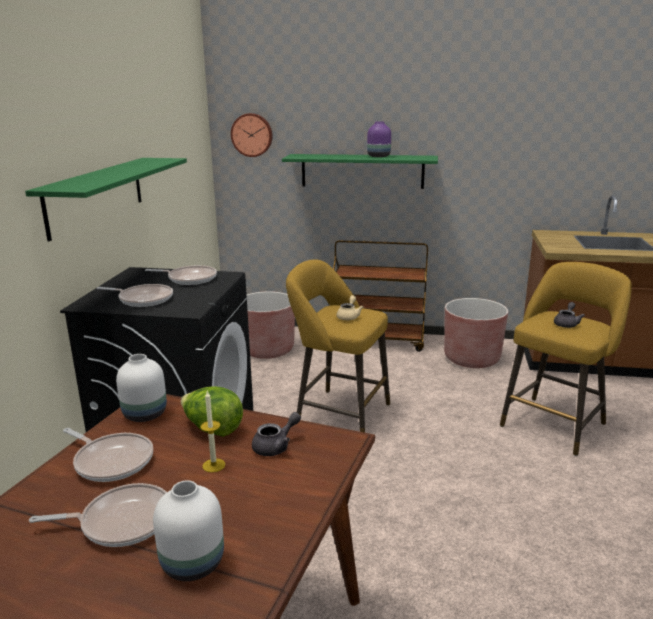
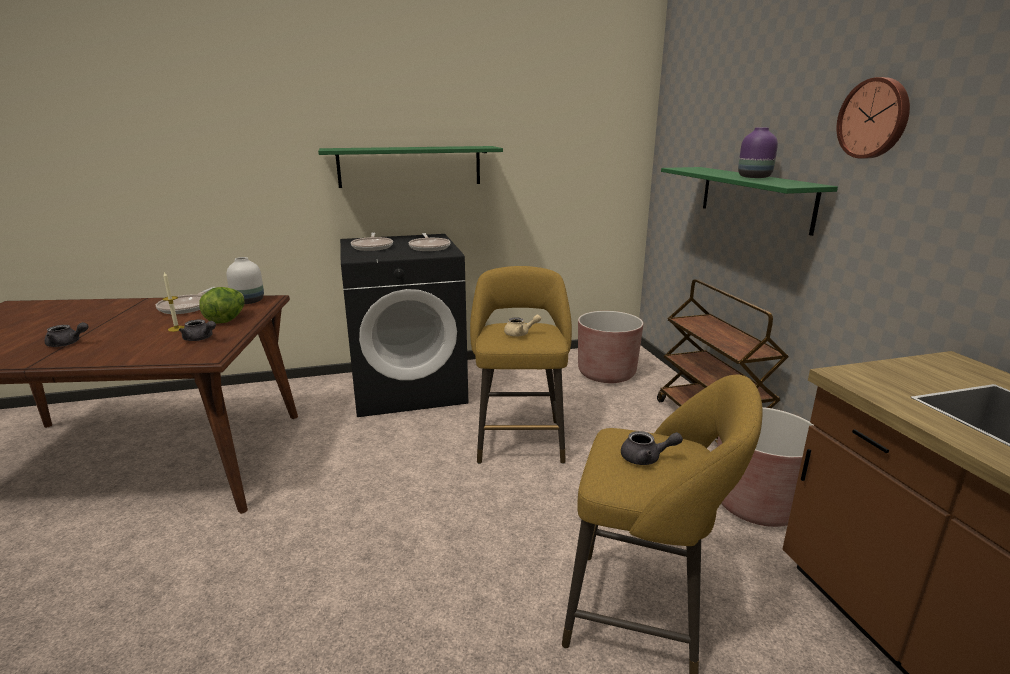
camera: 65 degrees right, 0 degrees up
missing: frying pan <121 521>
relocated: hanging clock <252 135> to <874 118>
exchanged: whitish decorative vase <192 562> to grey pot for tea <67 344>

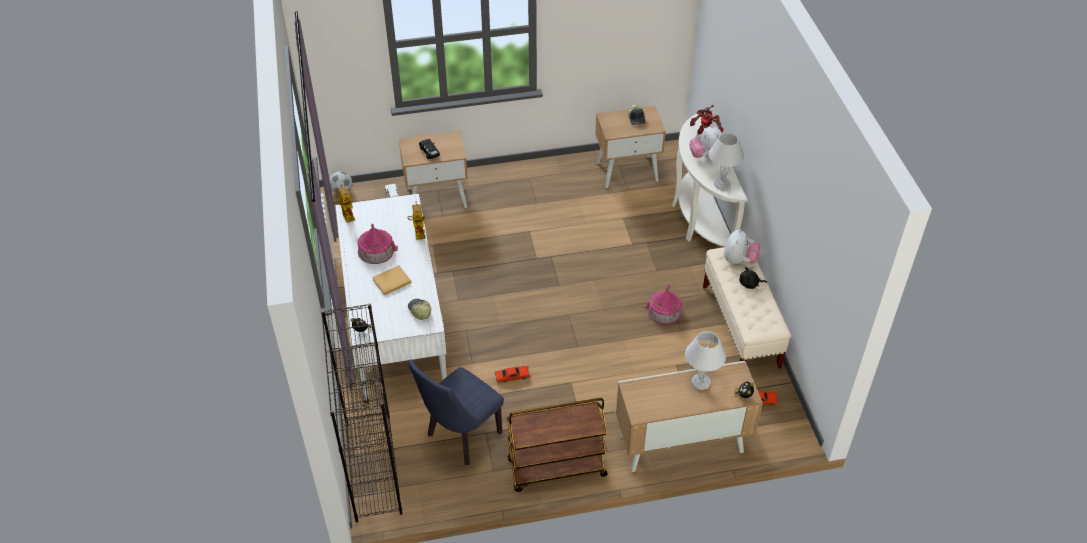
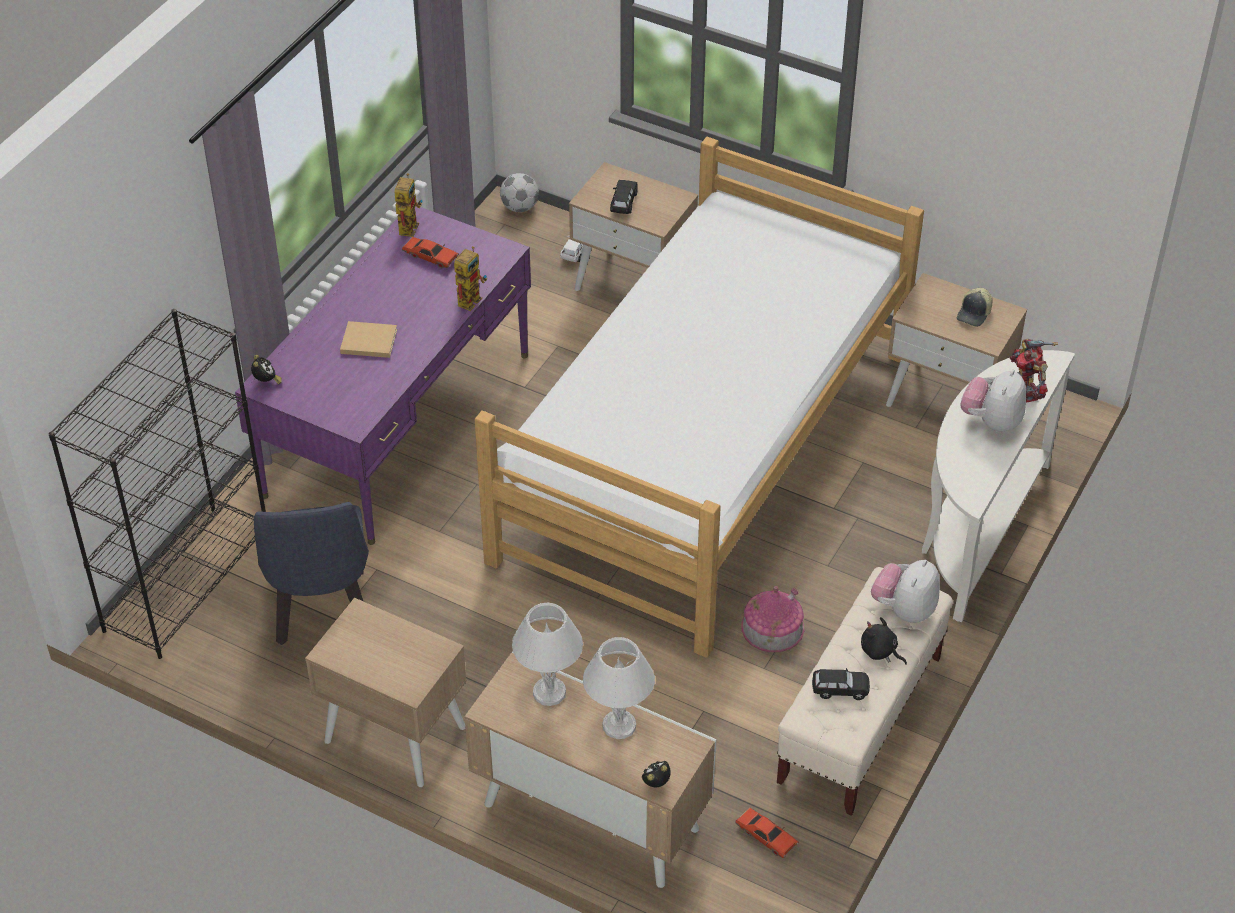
camera: 40 degrees right, 0 degrees up
missing: toy house <376 250>; peaked cap <419 311>
appeared: bed <705 455>; black miniature car <840 689>
relocated: red miniature car <512 376> to <430 257>; whitish lamp for a table <721 183> to <549 691>
exchanged: brown-coloured cart <556 469> to beige-coloured nightstand <394 734>
colour: whitish desk <396 326> to purple desk <398 424>
spun: blue-coloured plain chair <460 438> = <323 615> 90 degrees counterclockwise; plush toy <739 260> = <904 609> 150 degrees clockwise

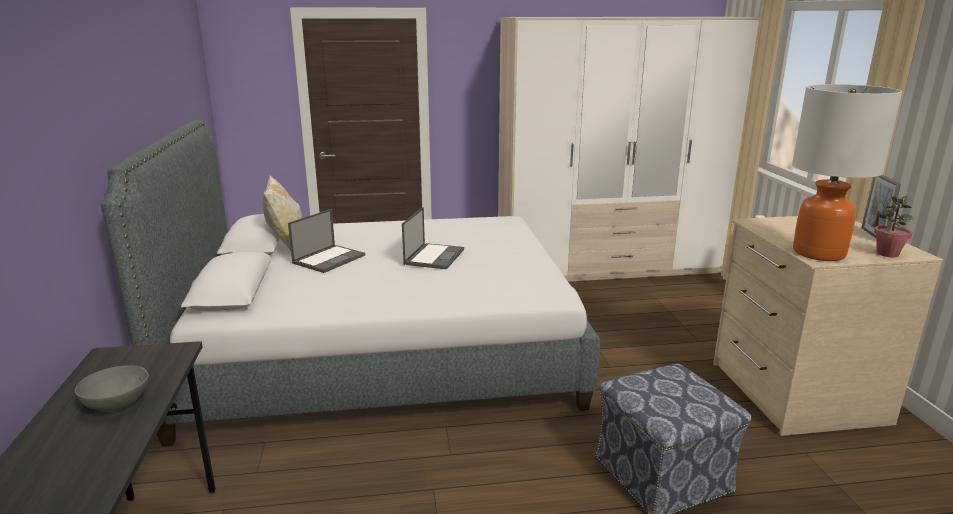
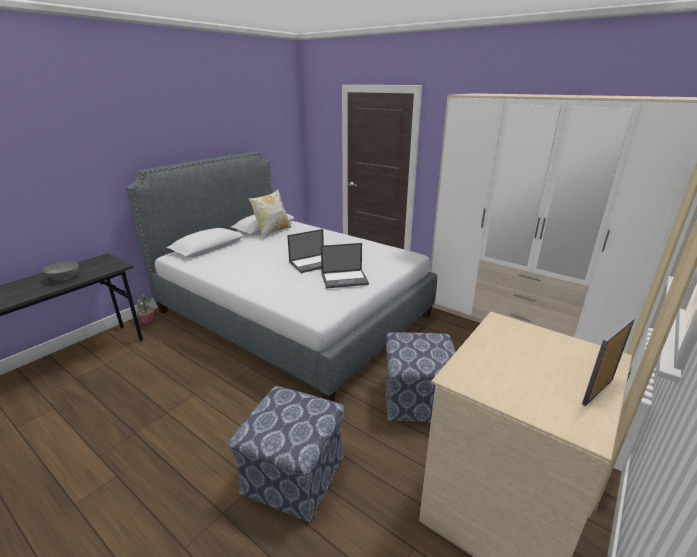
camera: 45 degrees right, 5 degrees up
missing: lamp for a table <818 253>
appeared: footrest <417 400>
relocated: portable computer <329 259> to <345 279>; houseplant <887 254> to <148 322>

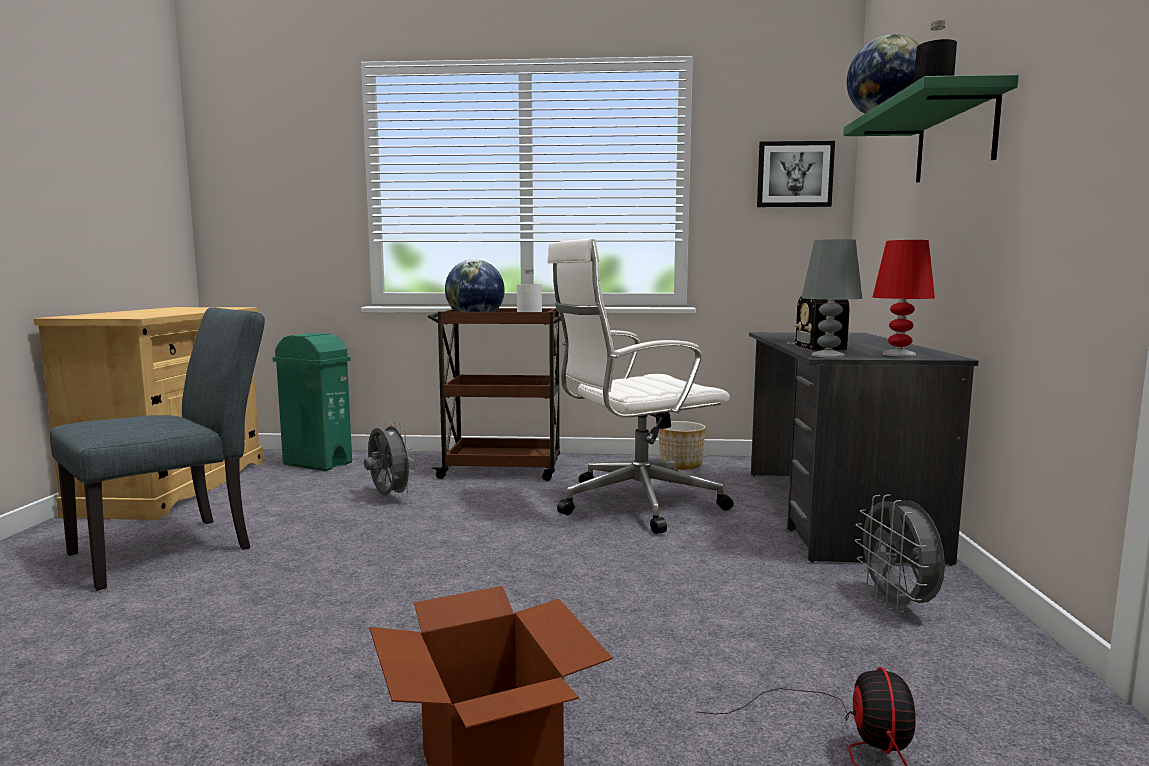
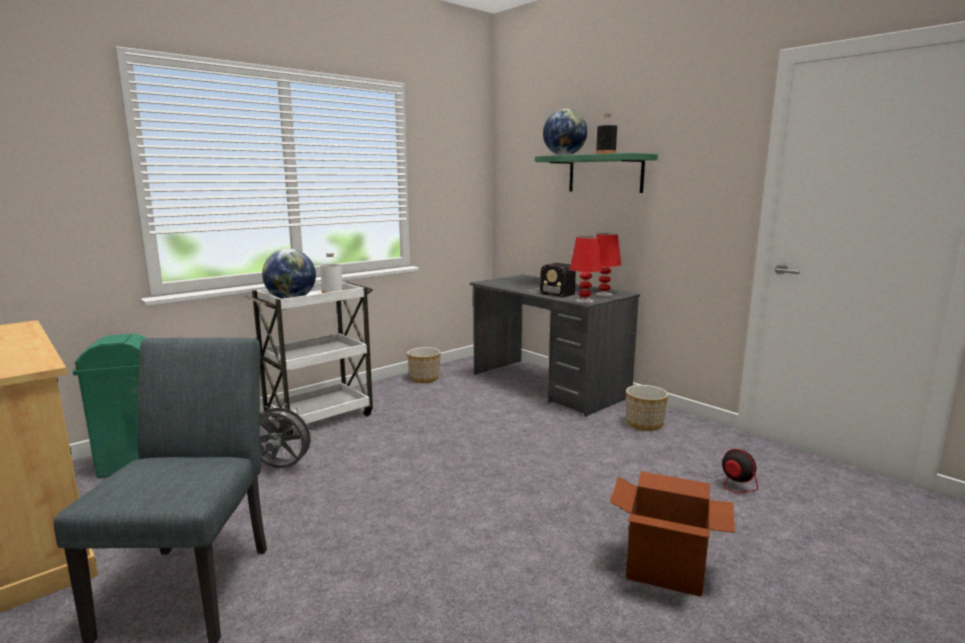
camera: 45 degrees left, 5 degrees up
missing: whitish desk chair <634 503>; wall picture <794 174>
exchanged: grey cooling fan <898 605> to planter <645 424>
colour: brown-coloured cart <504 469> to whitish cart <319 417>; grey lamp for a table <828 355> to red lamp for a table <584 301>

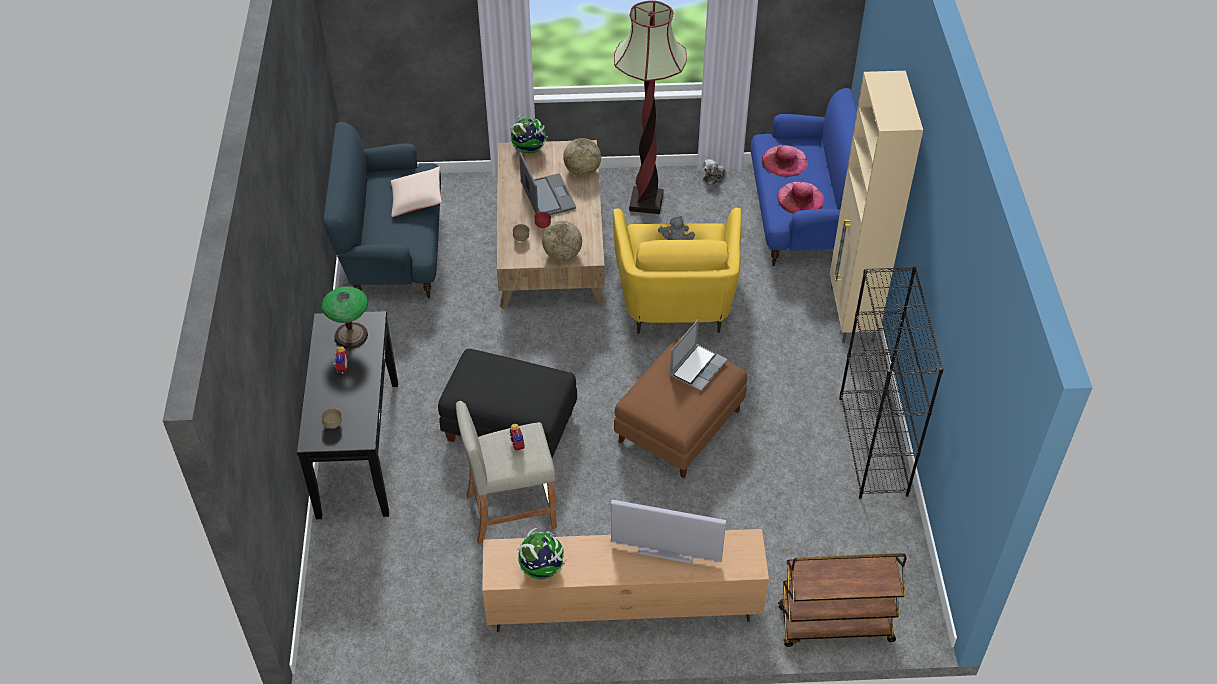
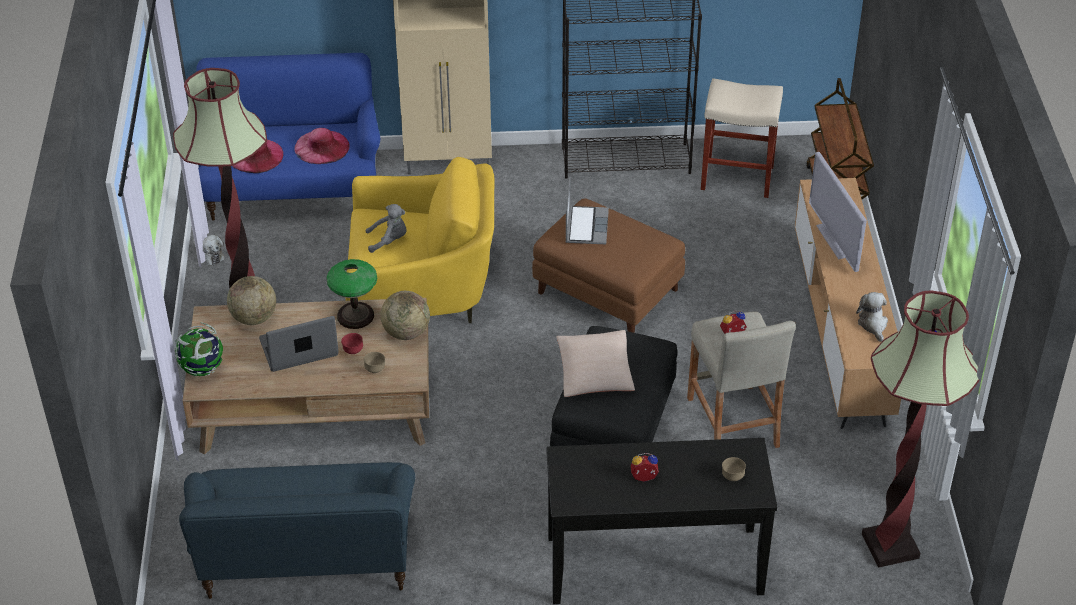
camera: 90 degrees left, 5 degrees down
appeared: beige-coloured stool seat <736 178>; standard lamp <890 546>
relocated: lamp for a table <351 335> to <355 316>; beige-coloured pillow <417 199> to <594 373>
exchanged: world globe <542 568> to plush toy <873 324>
spun: TV set <666 550> = <836 240> 150 degrees clockwise; portable computer <697 367> = <586 226> 60 degrees clockwise

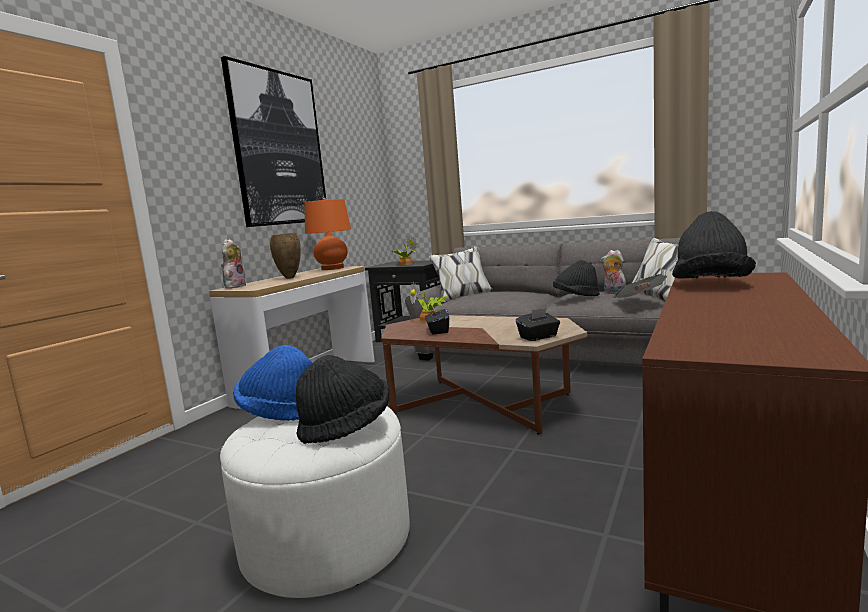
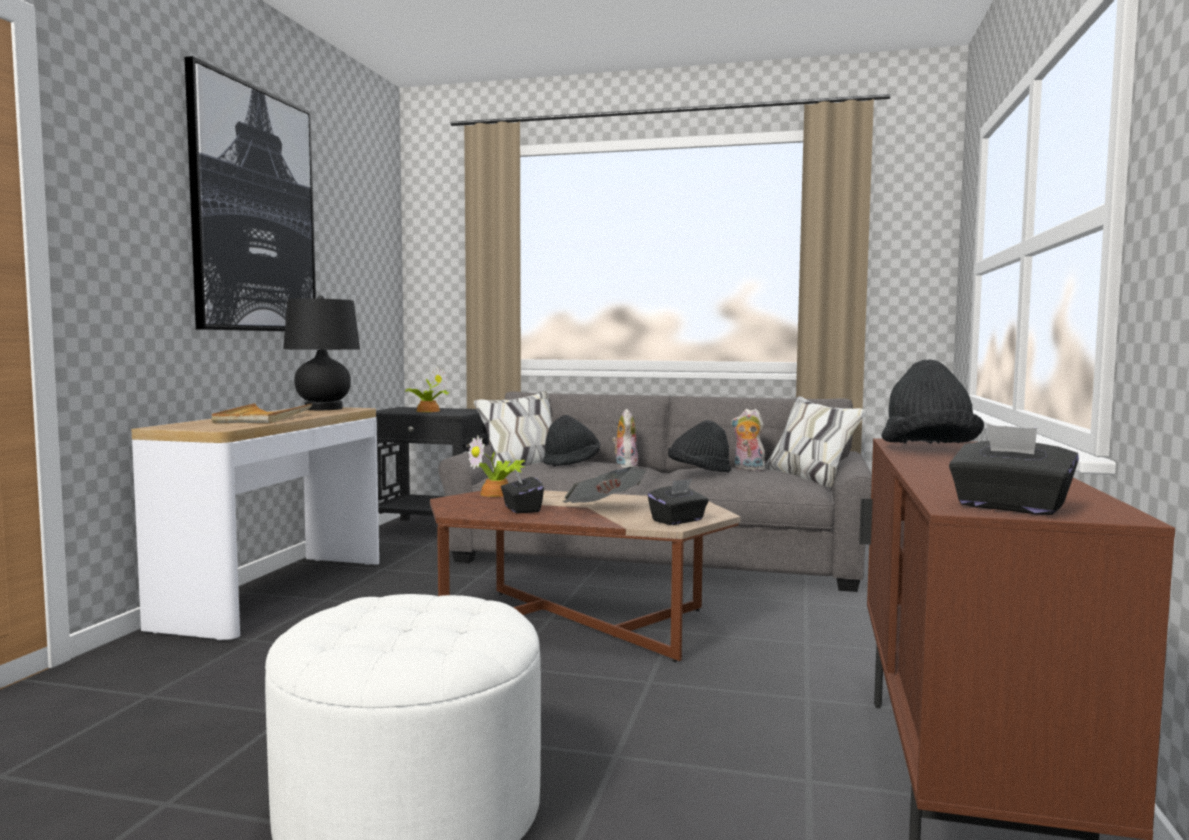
camera: 15 degrees left, 5 degrees down
missing: blue-coloured clothing hat <282 412>
appeared: black box of tissues <1009 507>
relocated: plush toy <234 286> to <624 467>; black clothing hat <346 427> to <571 463>; printed paper <639 300> to <603 509>
exchanged: brown-coloured decorative vase <289 278> to beige-coloured serving tray <263 418>
colour: orange lamp for a table <332 268> to black lamp for a table <323 409>

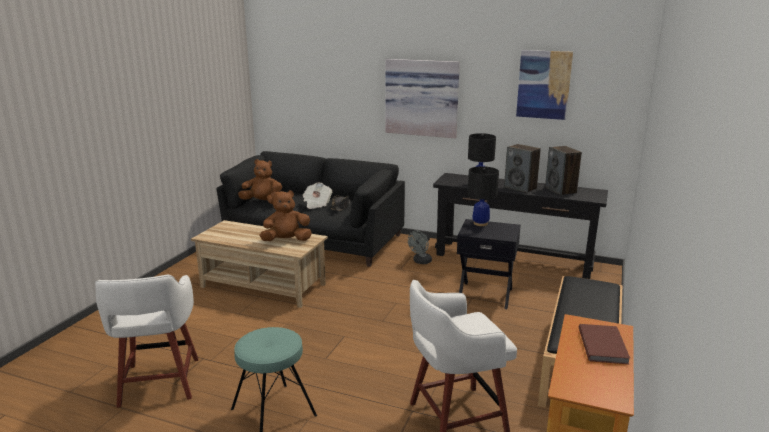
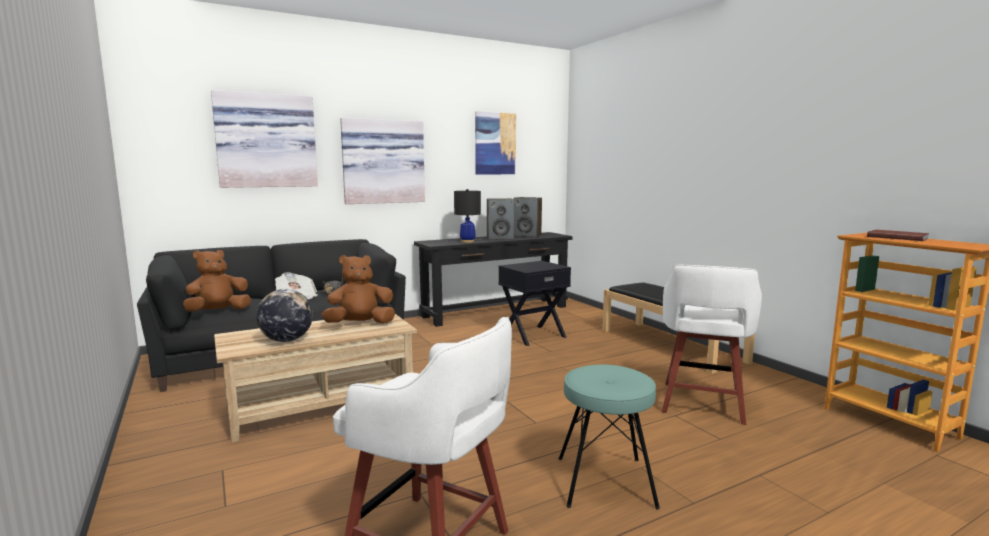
camera: 50 degrees left, 10 degrees down
missing: grey cooling fan <420 262>; black lamp for a table <480 223>
appeared: wall picture <266 141>; world globe <286 340>
spun: brown-coloured plush toy <286 241> = <360 324> 45 degrees clockwise

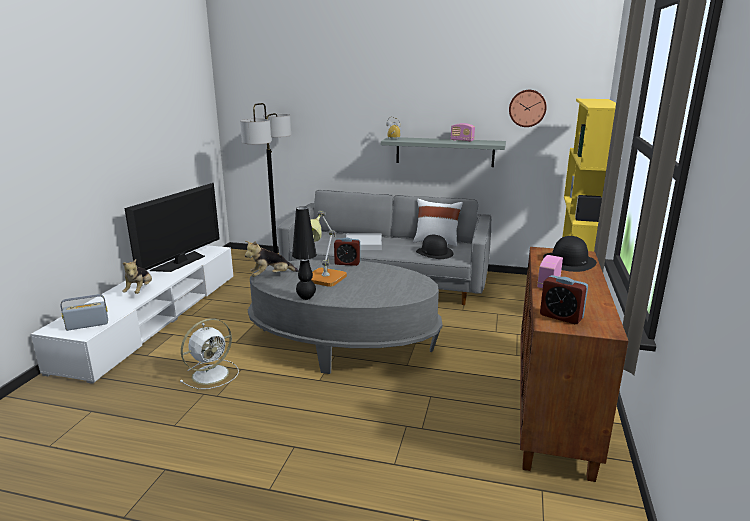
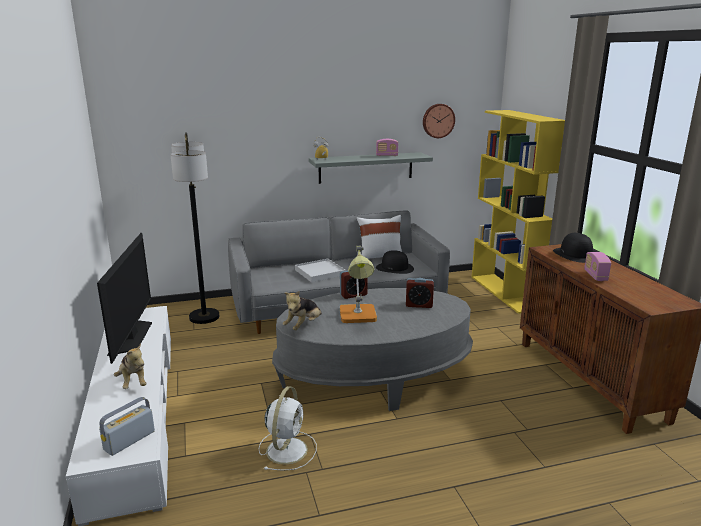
camera: 30 degrees left, 0 degrees up
missing: black lamp for a table <306 298>
relocated: bedside clock <561 317> to <419 305>

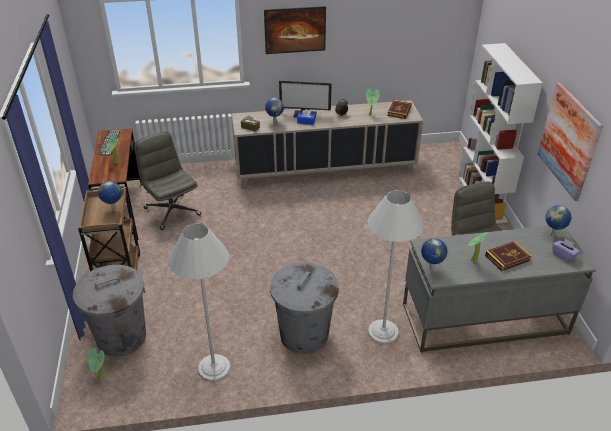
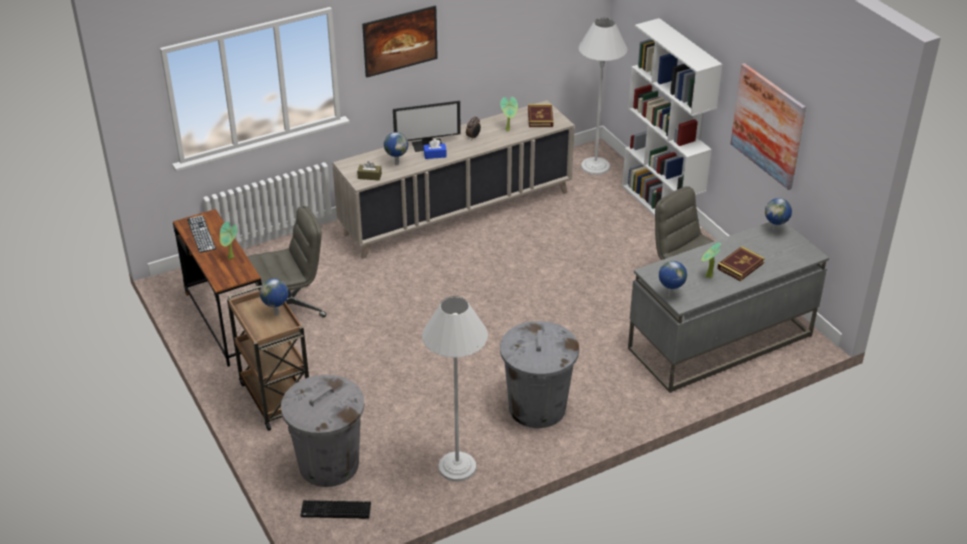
camera: 20 degrees left, 0 degrees up
missing: purple box of tissues <563 255>
relocated: whitish standard lamp <383 332> to <595 166>
exchanged: houseplant <101 378> to keyboard <335 511>
spun: grey desk chair <172 211> = <290 307> 120 degrees clockwise

